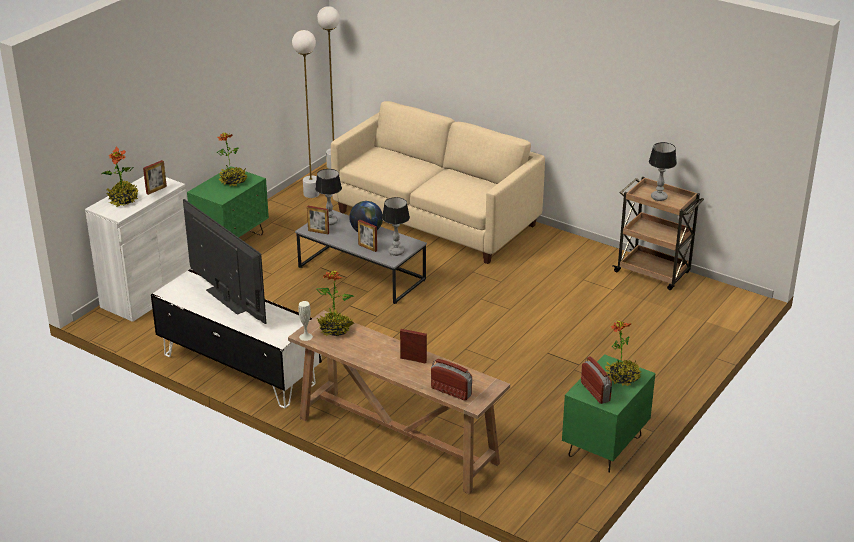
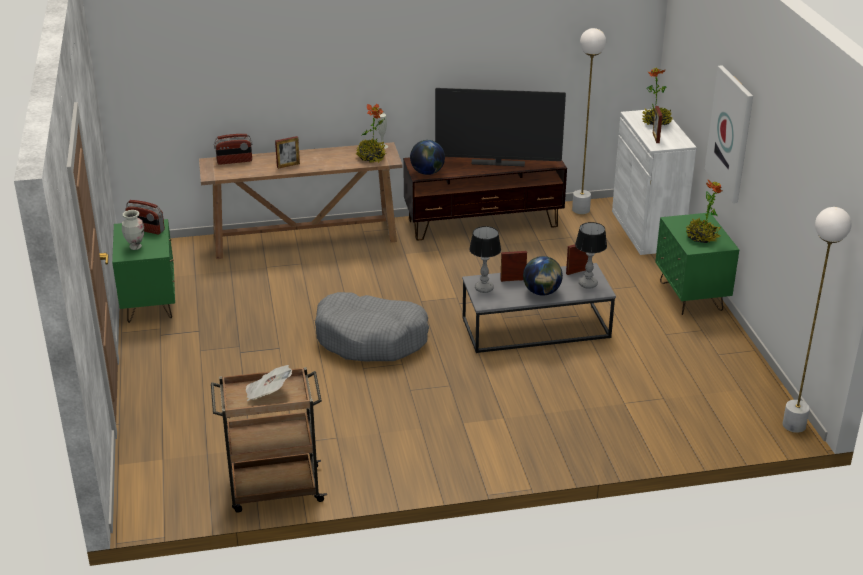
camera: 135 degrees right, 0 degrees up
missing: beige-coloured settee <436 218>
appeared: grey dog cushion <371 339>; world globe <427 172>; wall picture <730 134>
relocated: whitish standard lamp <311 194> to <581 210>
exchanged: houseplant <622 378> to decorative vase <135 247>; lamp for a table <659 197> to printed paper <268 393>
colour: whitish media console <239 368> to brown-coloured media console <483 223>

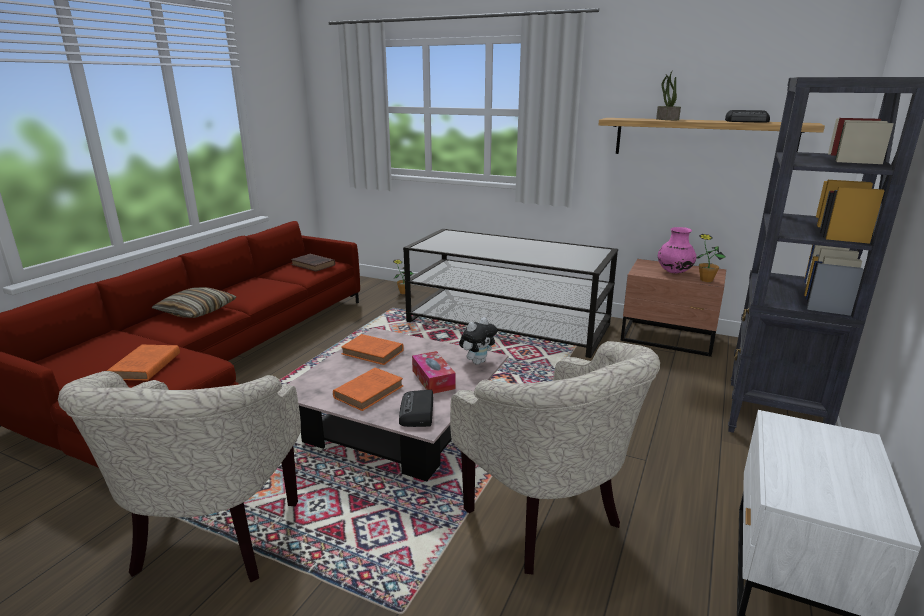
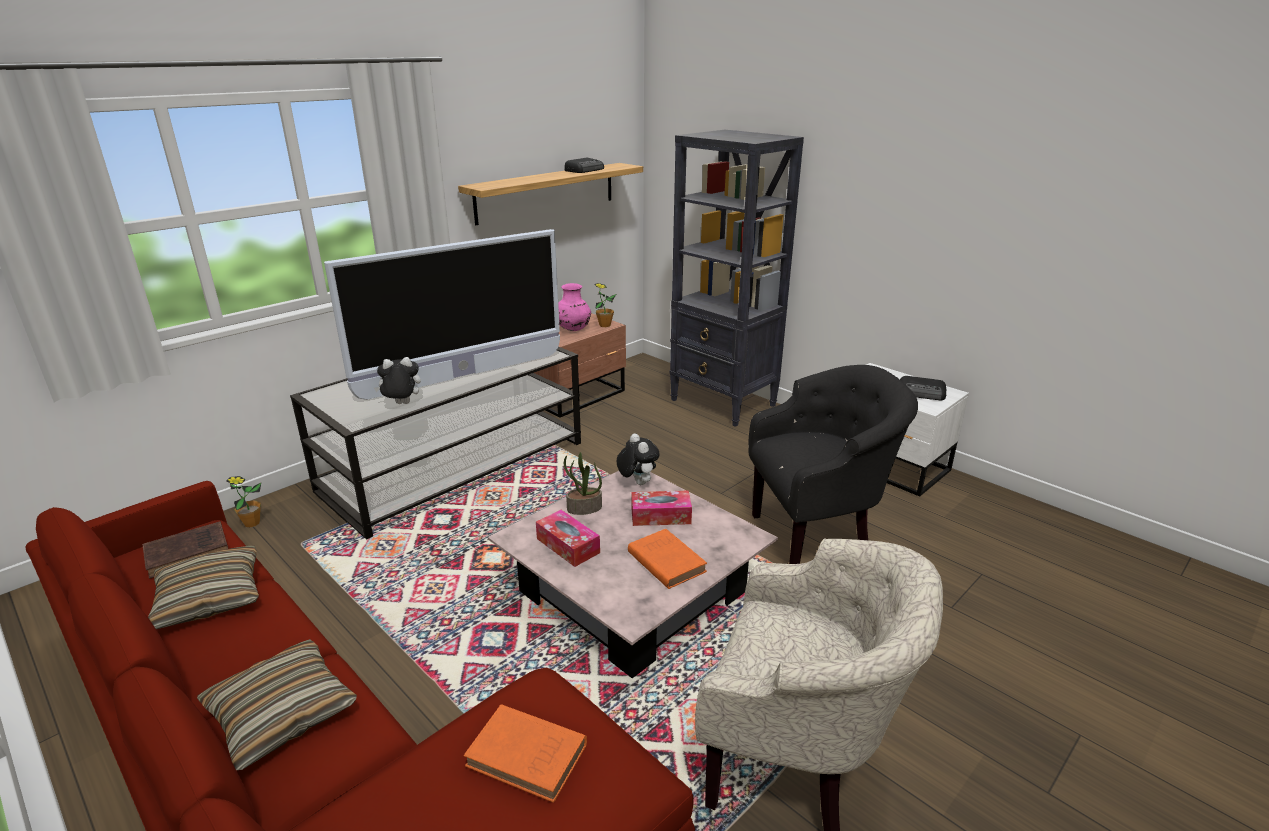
camera: 70 degrees left, 5 degrees up
appeared: pillow <209 598>; TV set <463 376>; plush toy <401 404>
relocated: radio set <417 413> to <922 393>; houseplant <666 119> to <584 508>
exchanged: orange bound book <374 353> to box of tissues <568 545>
colour: beige-coloured armchair <548 521> to black armchair <817 538>

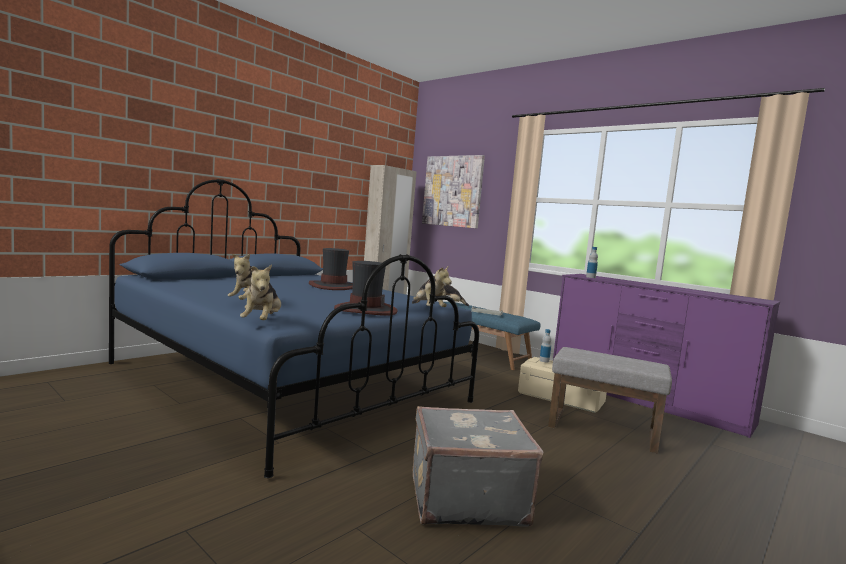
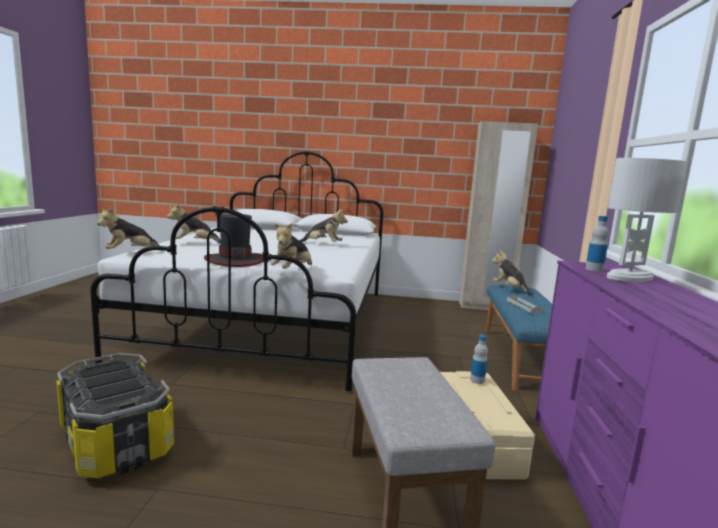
camera: 55 degrees right, 5 degrees up
missing: wall picture <453 191>
appeared: whitish lamp for a table <629 278>
exchanged: clothing hat <333 286> to plush toy <323 244>; grey piece of luggage <465 497> to storage box <115 442>
colour: blue-coloured bed <286 383> to whitish bed <273 321>

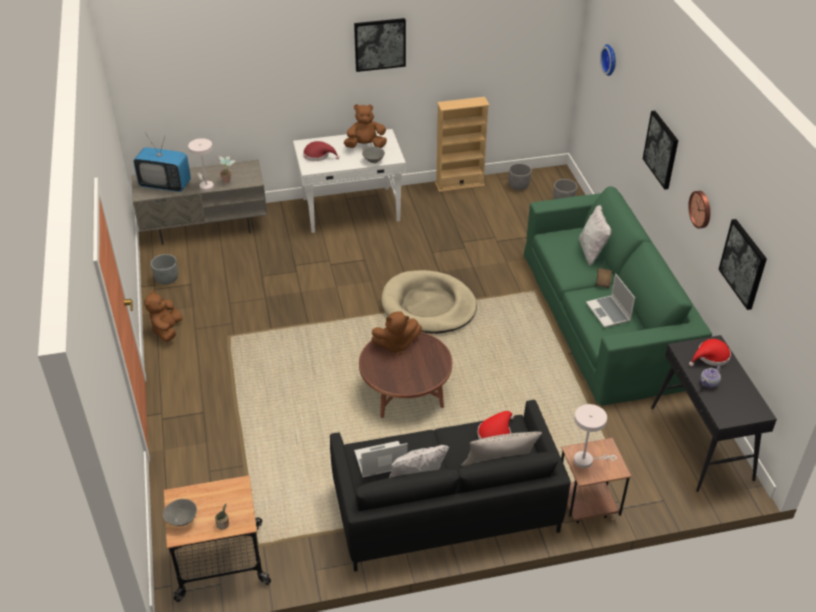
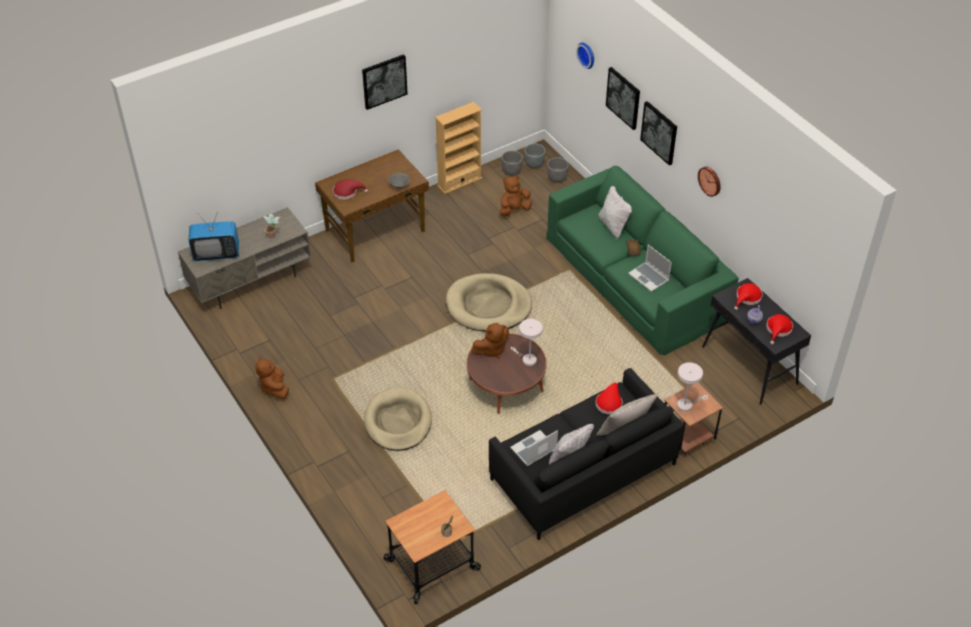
camera: 20 degrees left, 5 degrees up
missing: grey bowl <181 520>
appeared: beige-coloured dog cushion <398 422>; red clothing hat <778 329>
relocated: grey planter <166 279> to <534 164>; whitish lamp for a table <205 185> to <527 359>; brown-coloured plush toy <365 146> to <514 210>; wall picture <743 264> to <623 98>
colour: whitish desk <351 210> to brown-coloured desk <376 231>

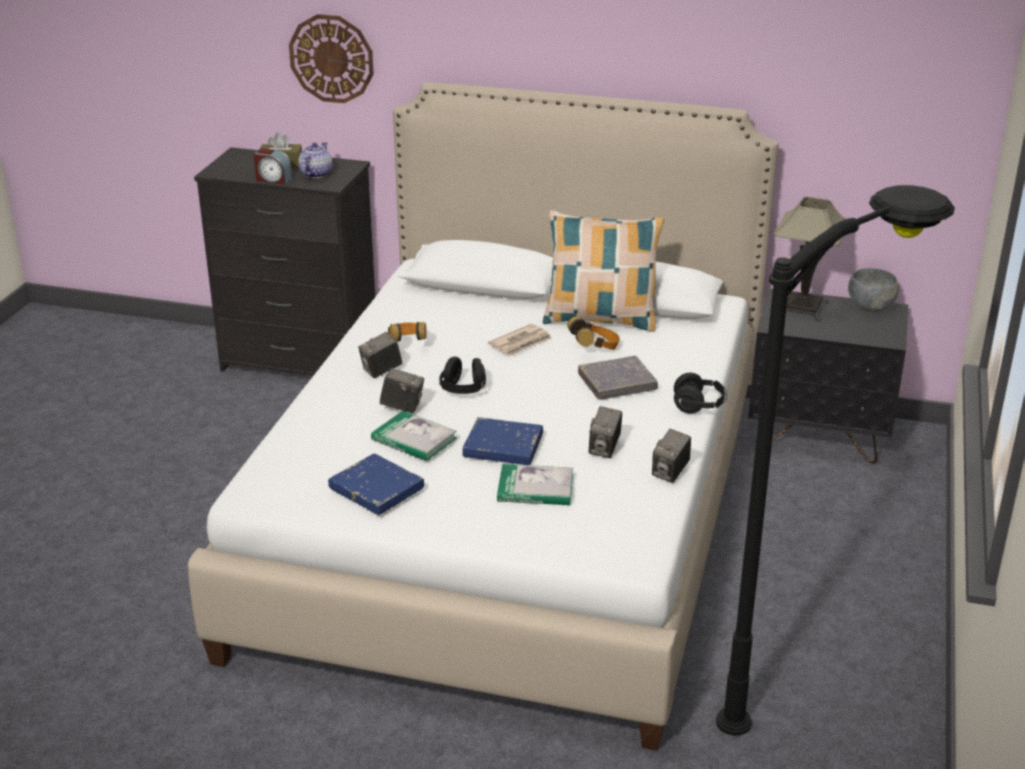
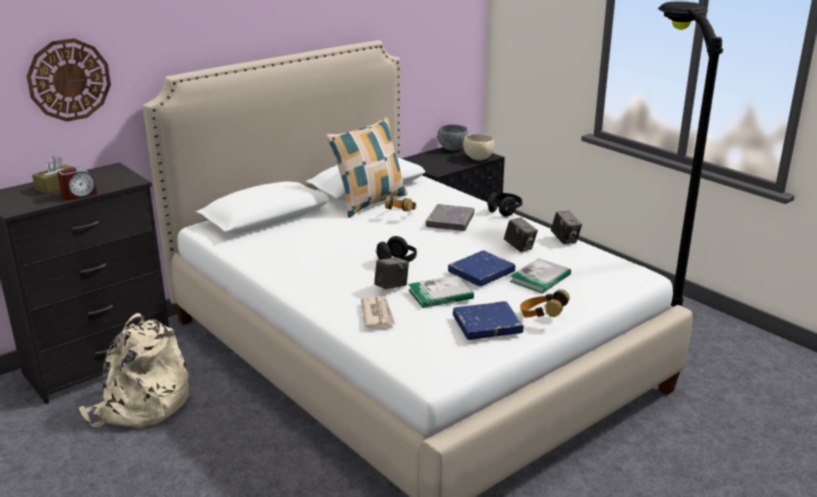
camera: 55 degrees left, 5 degrees down
missing: pot for tea <315 174>; photo camera <381 371>; lamp for a table <802 308>
appeared: beige-coloured rucksack <140 406>; beige-coloured bowl <478 159>
relocated: headset <408 344> to <541 317>; printed paper <521 343> to <377 314>

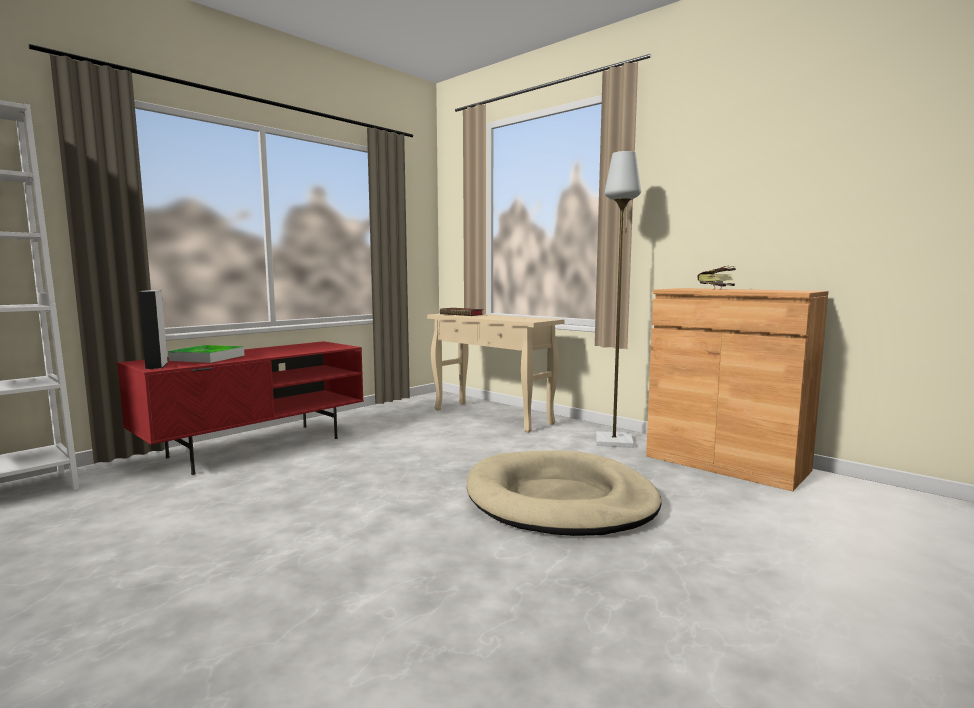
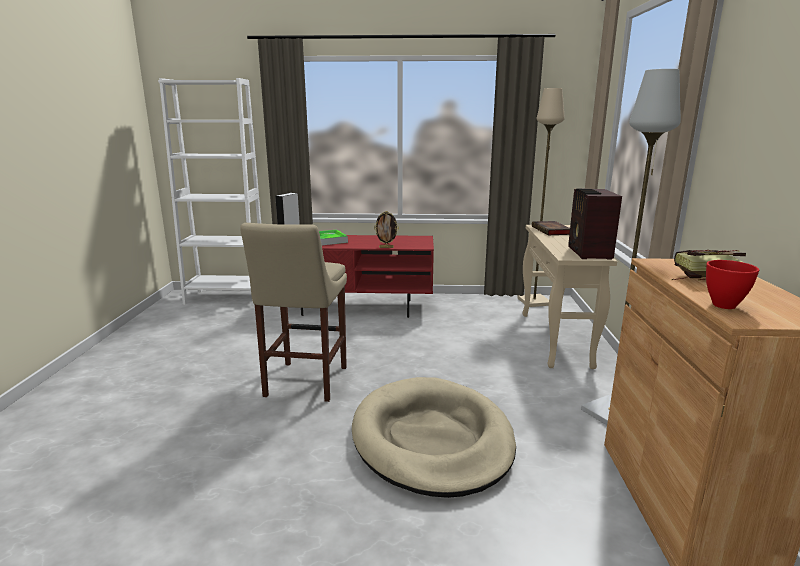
camera: 50 degrees right, 10 degrees up
appeared: beige-coloured stool seat <304 383>; photo frame <386 247>; beige-coloured standard lamp <535 302>; radio set <589 253>; red bowl <722 305>

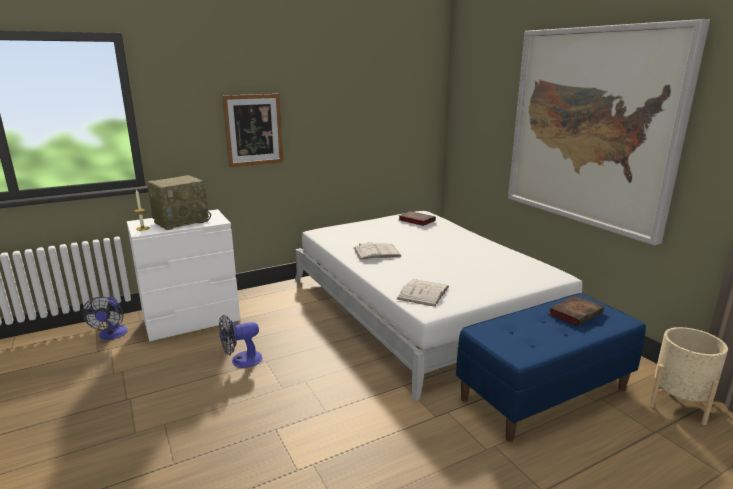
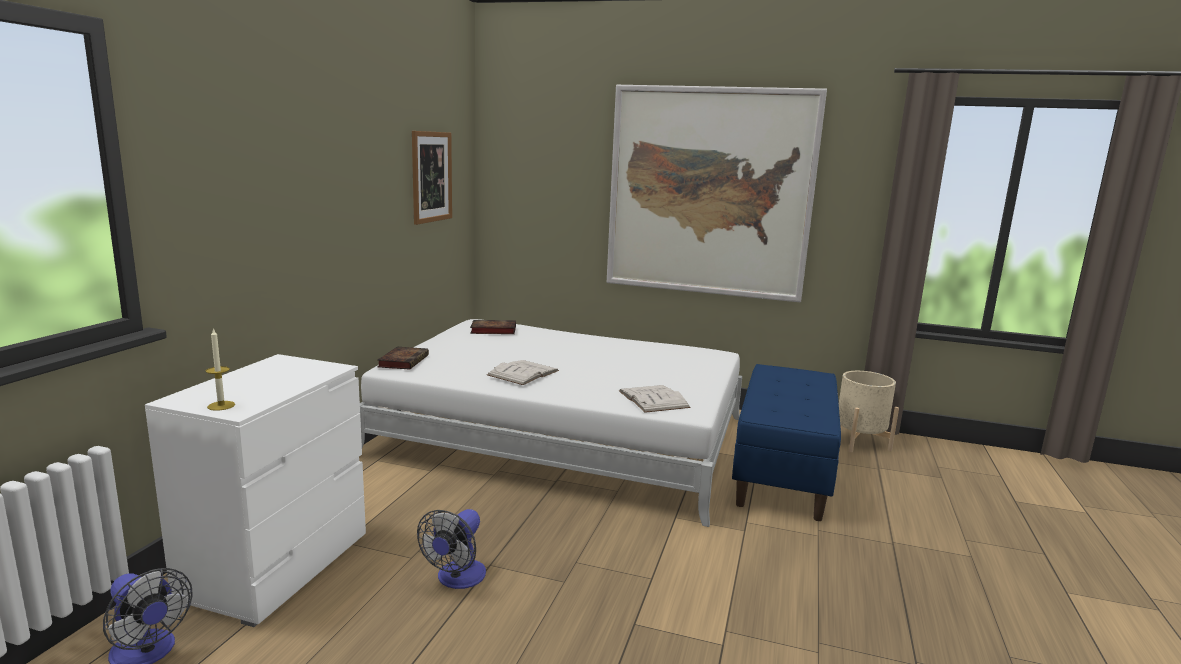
camera: 45 degrees left, 5 degrees down
missing: radio set <181 221>
relocated: wall picture <253 130> to <431 177>; bound book <575 313> to <403 361>

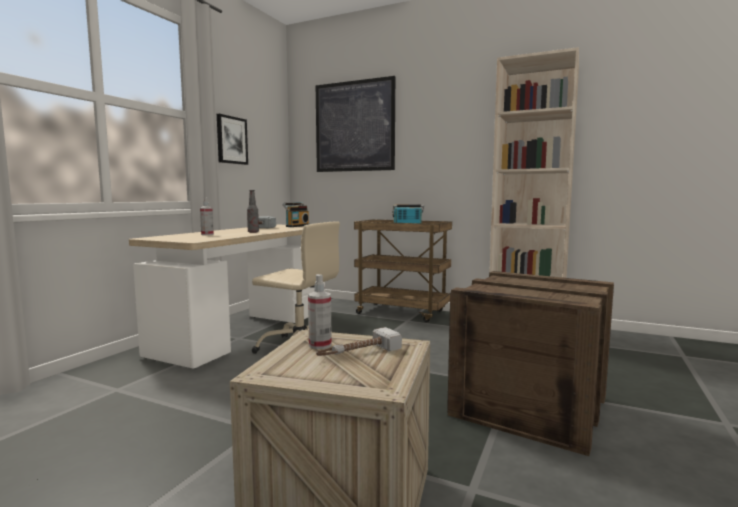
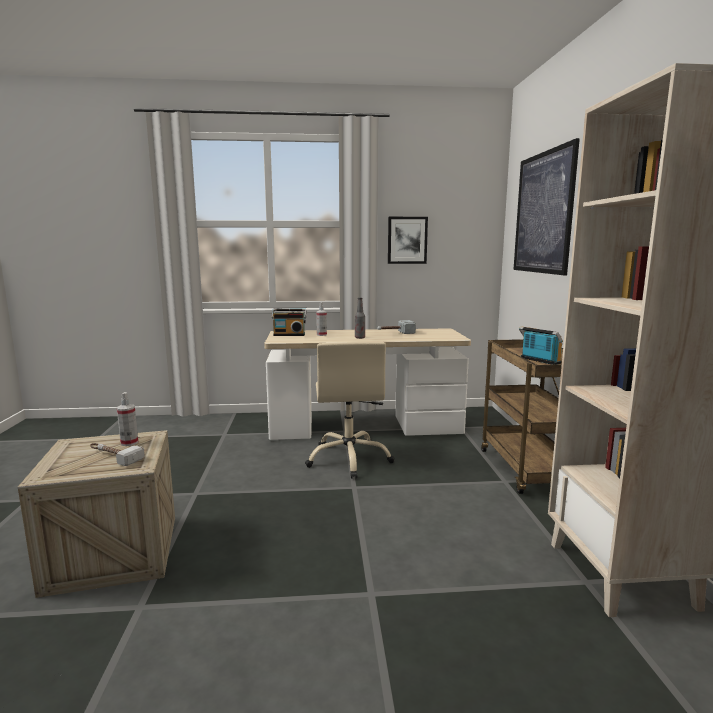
camera: 60 degrees right, 5 degrees up
missing: shipping crate <530 407>
relocated: radio set <296 226> to <289 334>

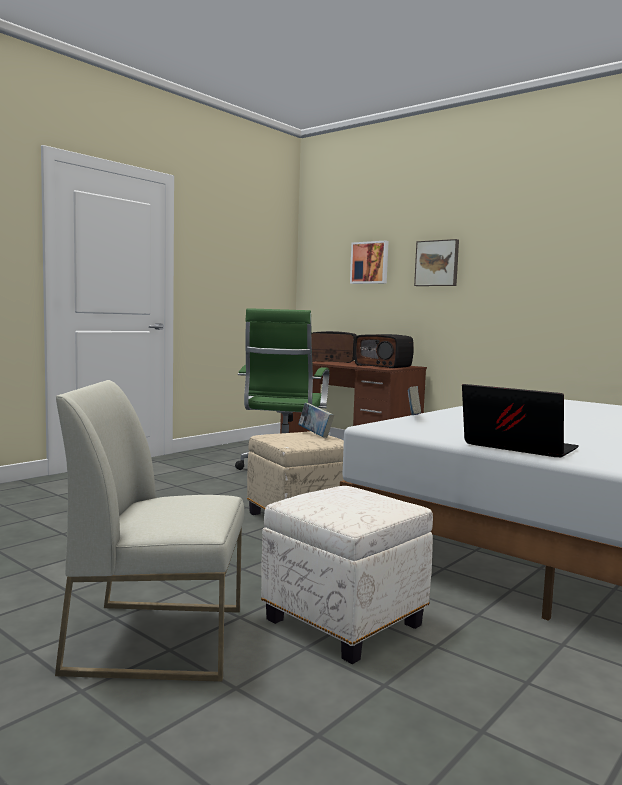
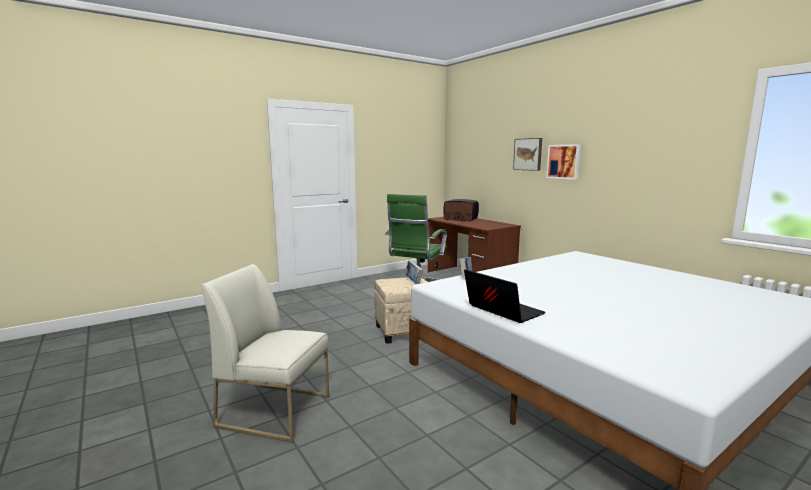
camera: 15 degrees right, 5 degrees up
missing: whitish footrest <346 622>; radio set <383 366>
relocated: wall picture <370 262> to <564 161>

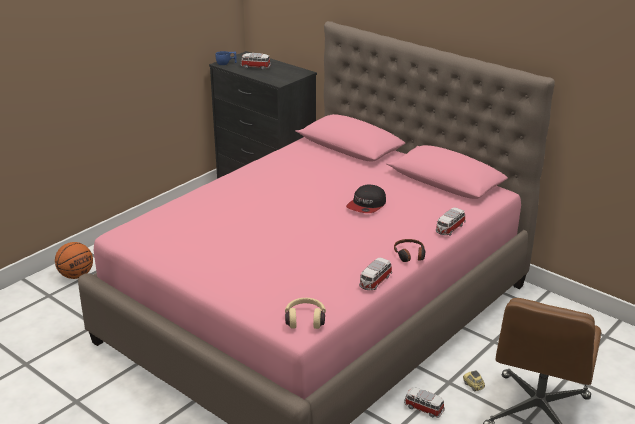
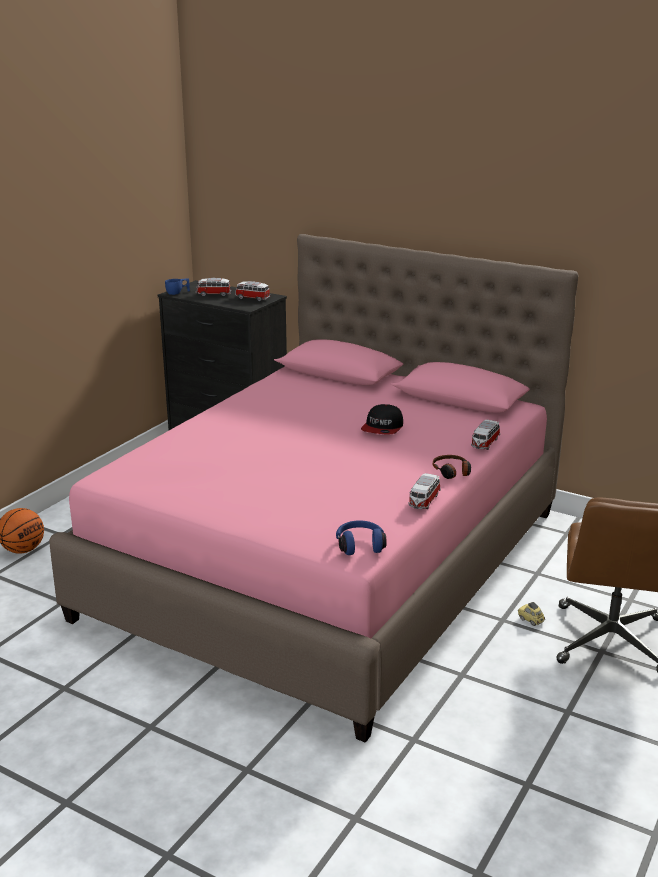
camera: 10 degrees left, 5 degrees down
relocated: miniature car <423 408> to <252 298>
colour: beige-coloured headset <305 319> to blue-coloured headset <360 545>

